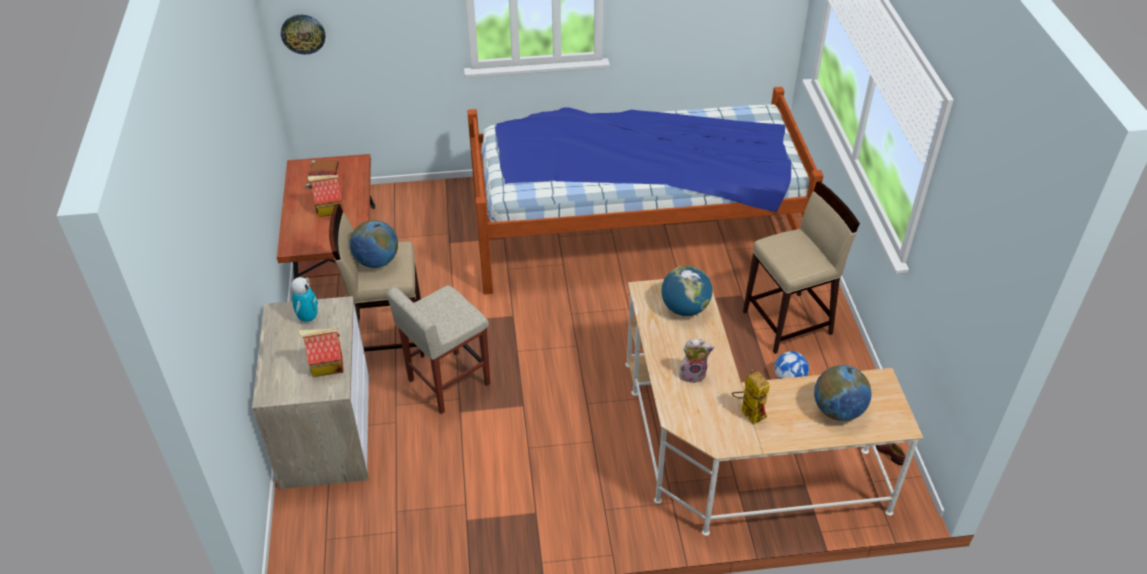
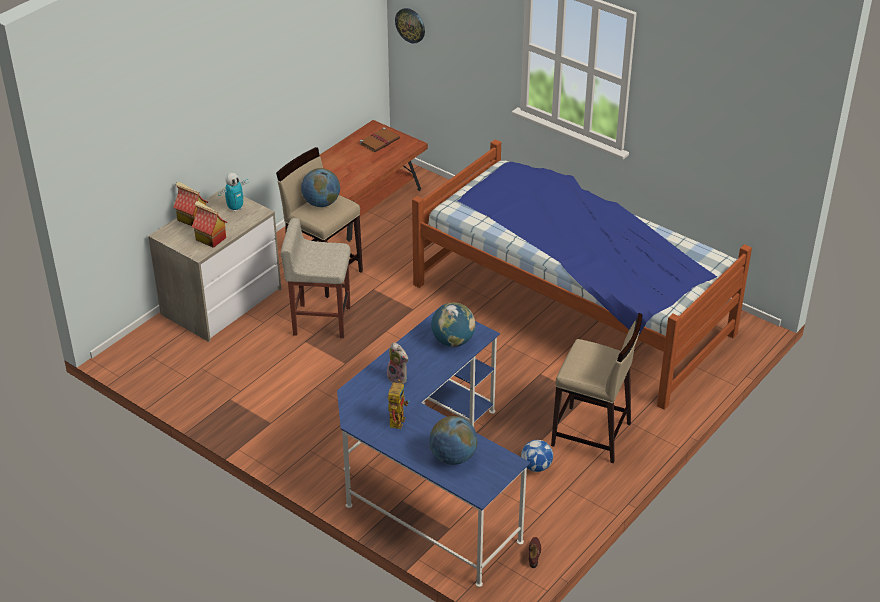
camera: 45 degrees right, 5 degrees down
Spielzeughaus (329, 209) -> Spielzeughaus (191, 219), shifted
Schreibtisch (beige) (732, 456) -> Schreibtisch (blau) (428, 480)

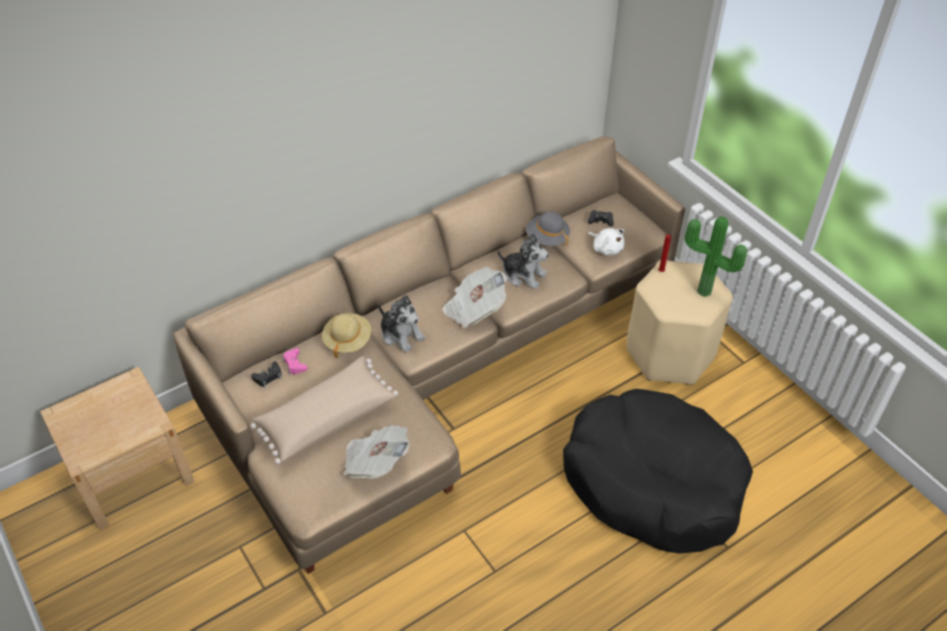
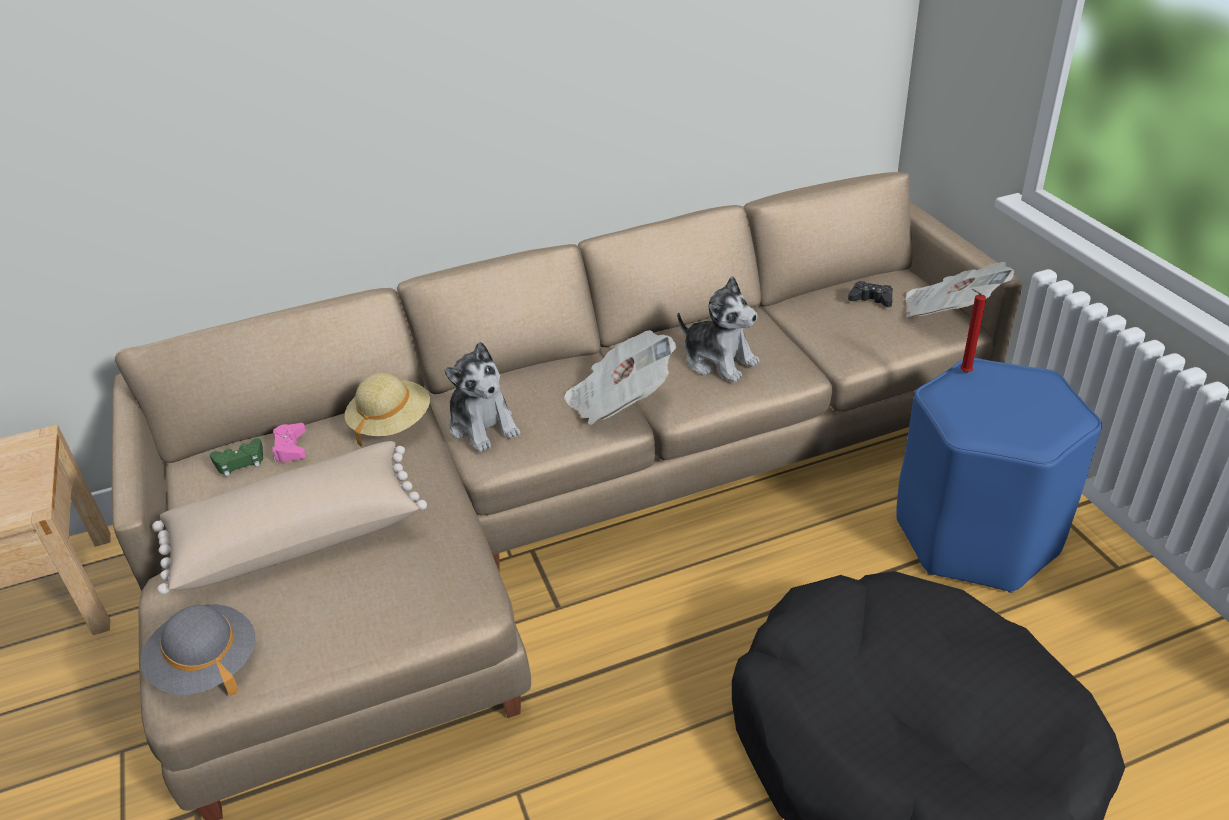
camera: 15 degrees right, 10 degrees down
Plüschtier (weiß) (606, 248) -> none
Topfpflanze (703, 293) -> none
Zeitung (375, 462) -> Zeitung (949, 312), shifted
Hut (grau) (547, 238) -> Hut (grau) (206, 666), shifted
Gamepad (schwarz) (268, 377) -> Gamepad (grün) (240, 462)
Hocker (beige) (670, 353) -> Hocker (blau) (976, 535)

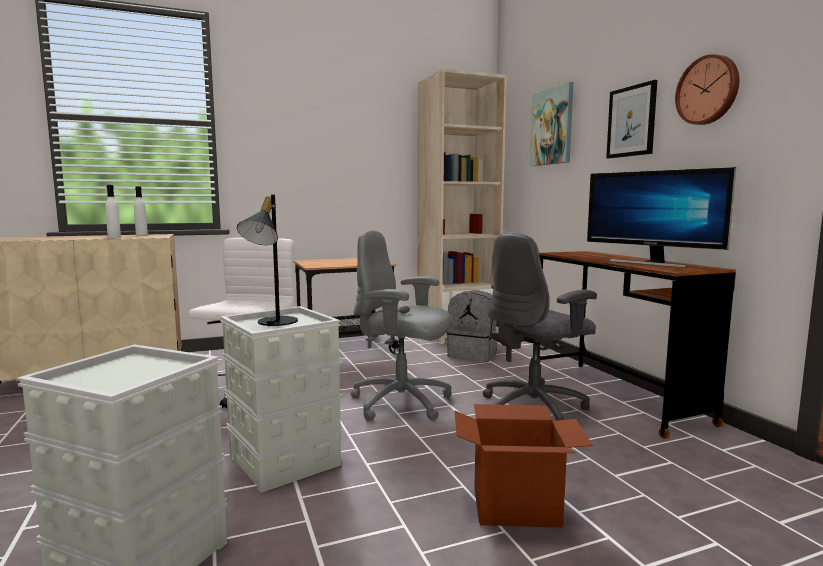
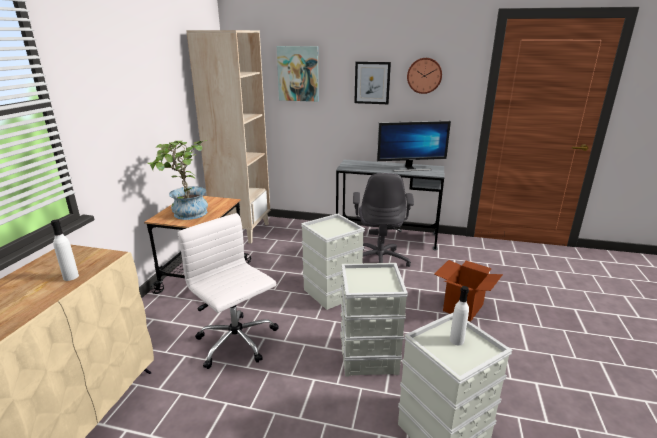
camera: 55 degrees left, 15 degrees up
Tischlampe (schwarz) (271, 323) -> none
Rucksack (grau) (473, 355) -> none
none -> Topfpflanze (187, 215)
Flasche (weiß) (141, 234) -> Flasche (weiß) (456, 340), shifted
Bürostuhl (grau) (402, 403) -> Aufbewahrungsbox (grau) (331, 292)
Schreibtisch (braun) (615, 396) -> Schreibtisch (grau) (386, 237)

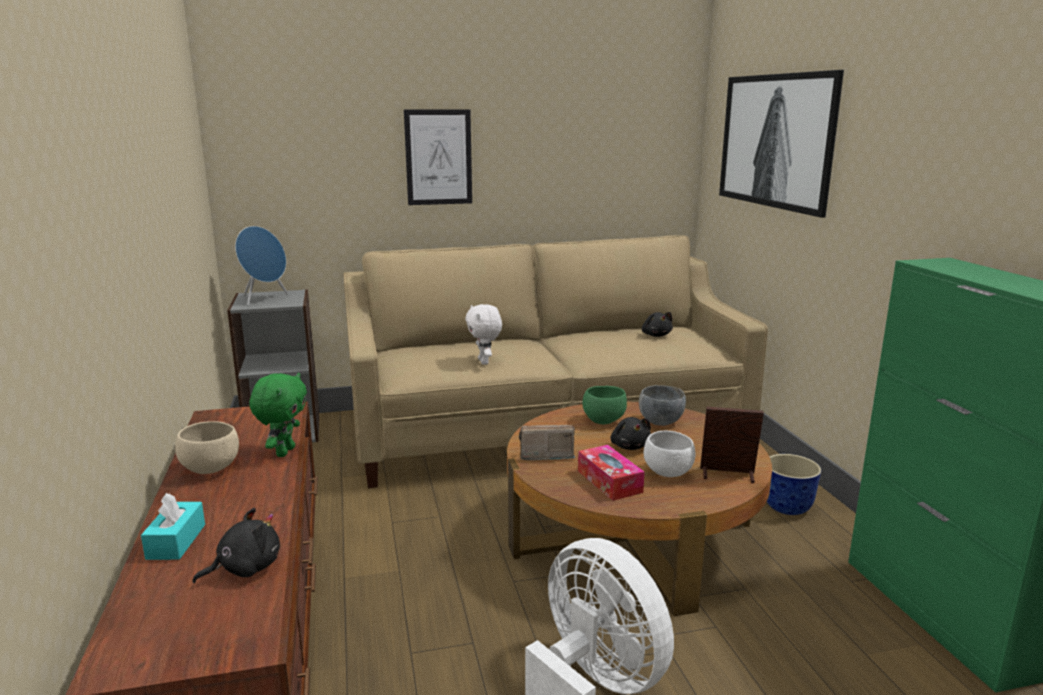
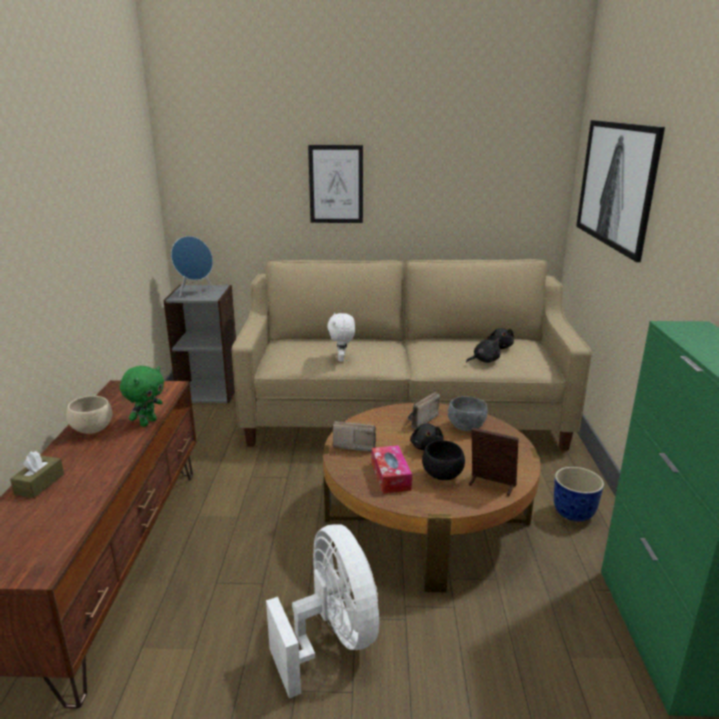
camera: 15 degrees right, 5 degrees up
Plüschtier (schwarz) (245, 568) -> Plüschtier (schwarz) (484, 360), shifted
Schüssel (grün) (603, 420) -> Radio (419, 420)
Taschentuchbox (türkis) (176, 541) -> Taschentuchbox (braun) (39, 484)
Schüssel (weiß) (669, 473) -> Schüssel (schwarz) (443, 476)

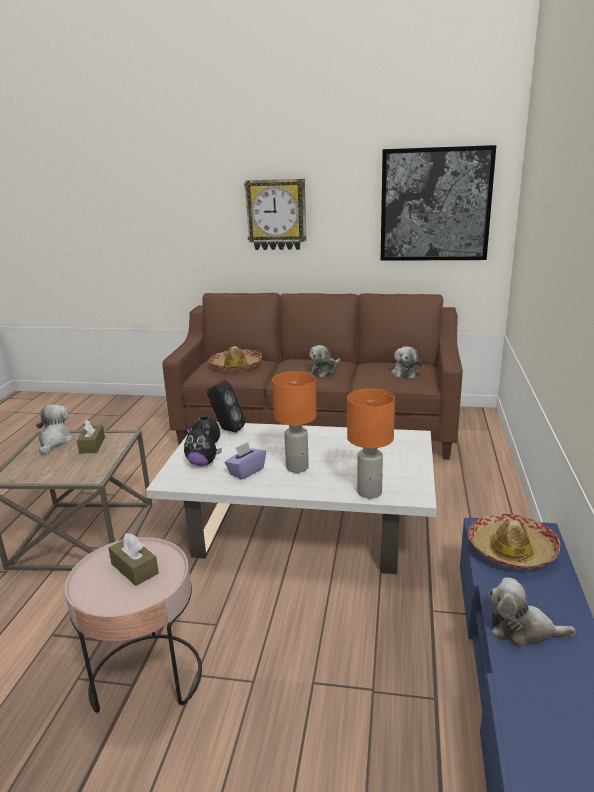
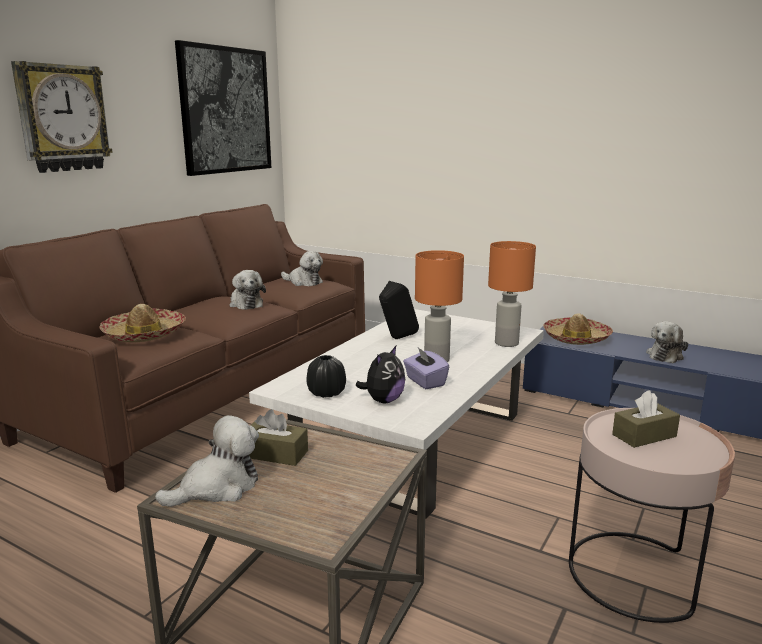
camera: 70 degrees left, 5 degrees down
Lautsprecher (schwarz) (226, 430) -> Lautsprecher (schwarz) (396, 339), shifted
Plüschtier (55, 442) -> Plüschtier (217, 487), 120 degrees clockwise

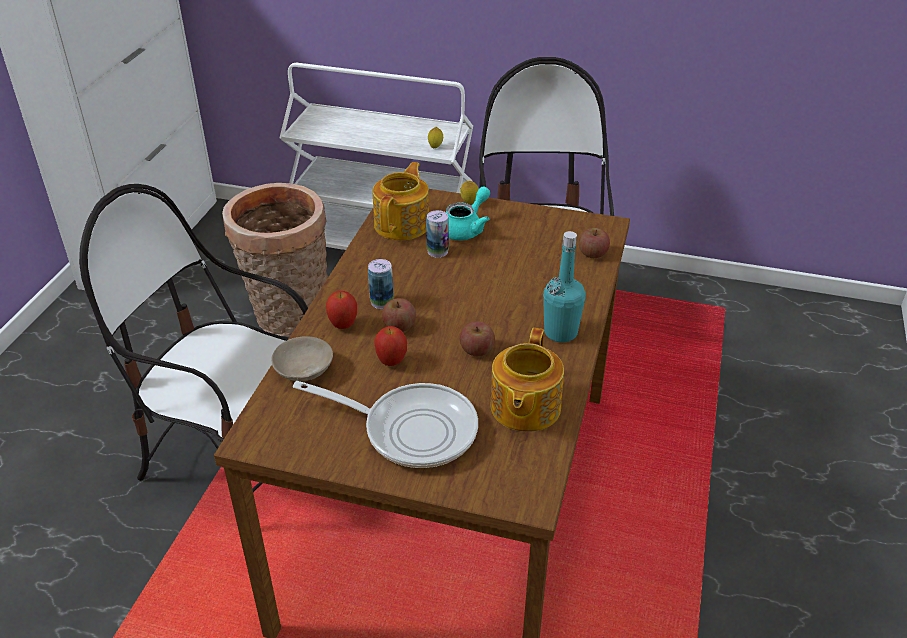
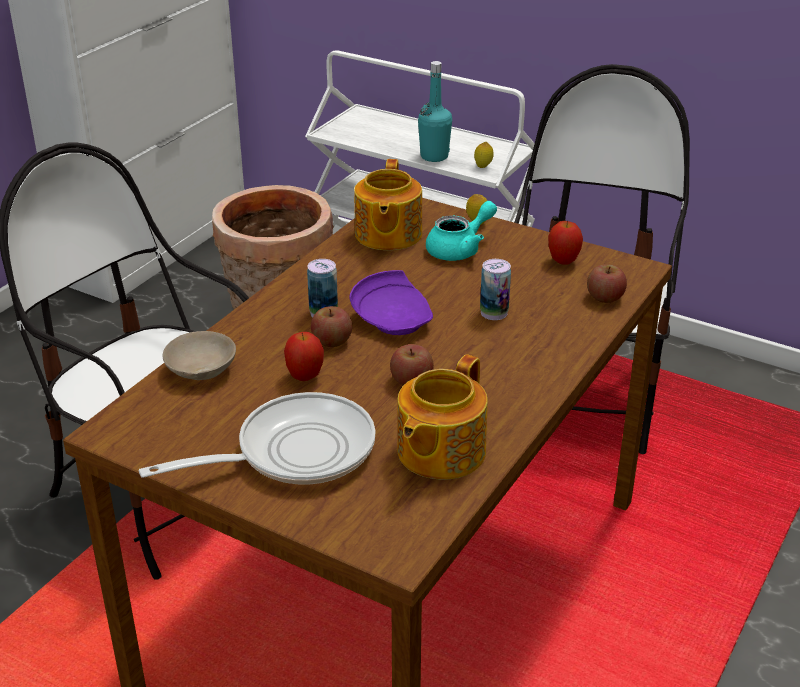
camera: 15 degrees right, 5 degrees down
none -> Teller (lila) (394, 319)
Apfel (343, 325) -> Apfel (563, 262), shifted
Dose (437, 251) -> Dose (494, 313), shifted
Flasche (türkis) (560, 332) -> Flasche (türkis) (434, 156), shifted
Pfanne (411, 429) -> Pfanne (294, 452), 60 degrees counterclockwise
Teekanne (403, 224) -> Teekanne (387, 235), 150 degrees clockwise

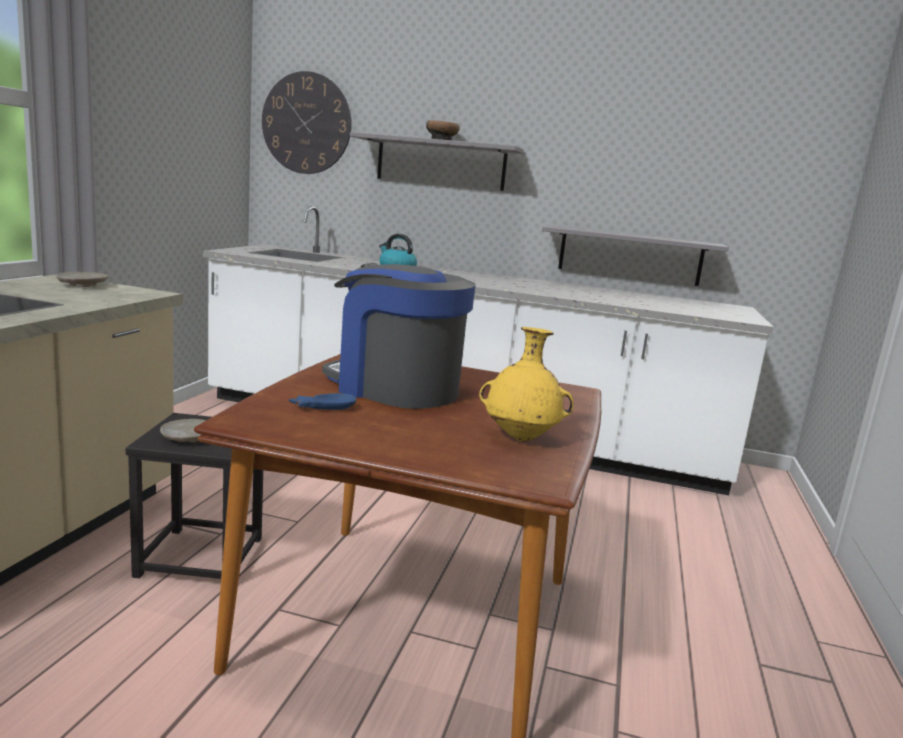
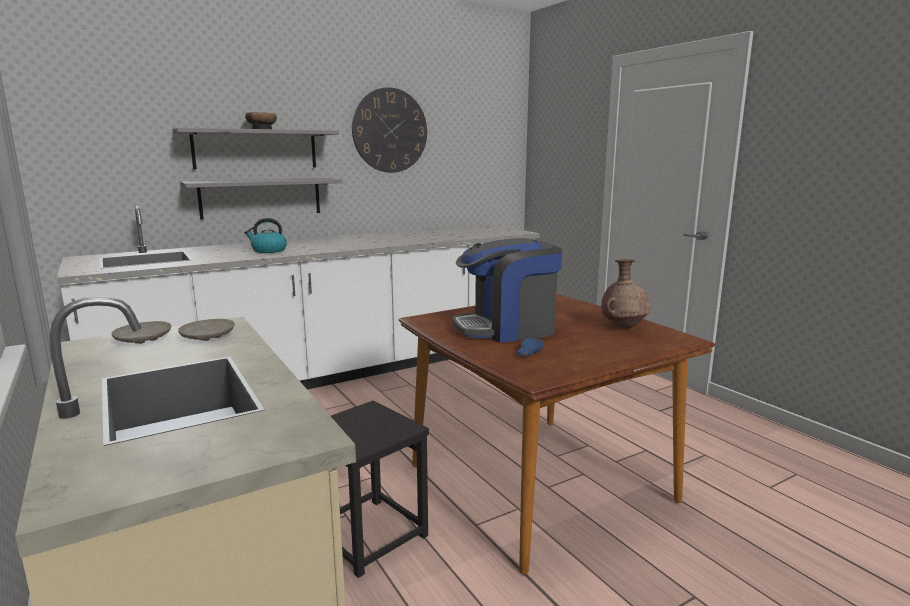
camera: 45 degrees left, 0 degrees up
Teller (beige) (188, 438) -> Teller (beige) (207, 337), shifted
Wanduhr (306, 123) -> Wanduhr (390, 130), shifted
Wandregal (grau) (630, 255) -> Wandregal (grau) (261, 197), shifted
Vase (gelb) (522, 438) -> Vase (braun) (624, 327)

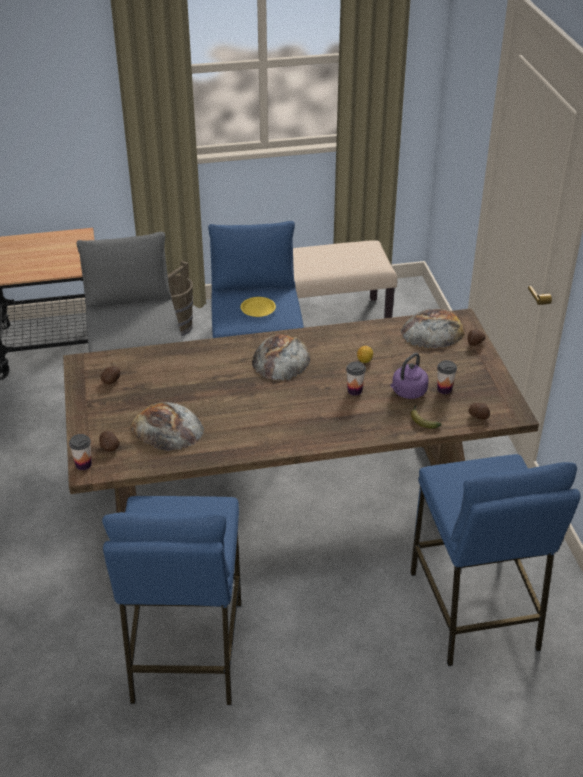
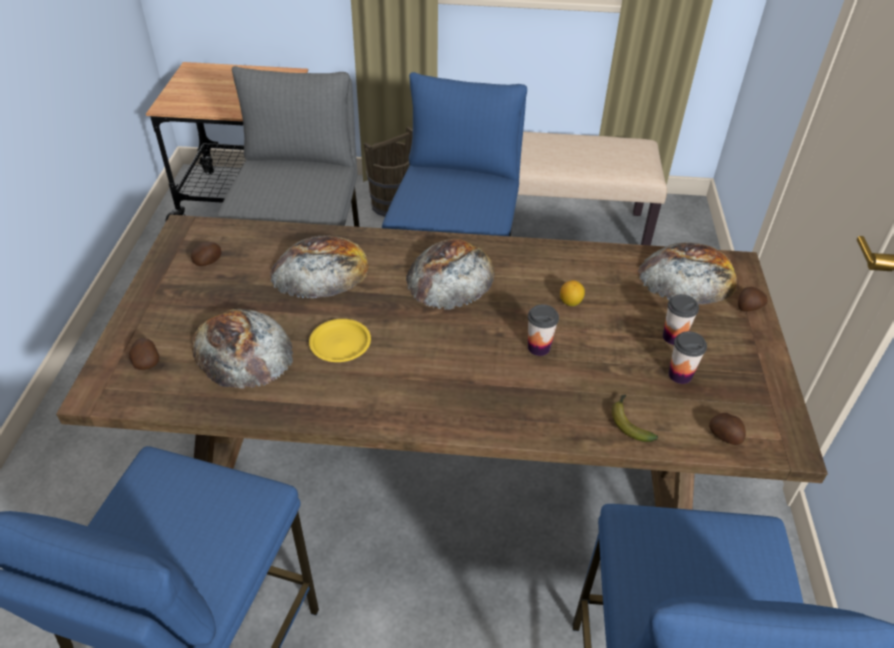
camera: 15 degrees right, 5 degrees up
Wasserkessel (lila) (407, 392) -> none
none -> Brot (320, 269)
Tasse (83, 464) -> Tasse (673, 337), shifted
Teller (gelb) (258, 309) -> Teller (gelb) (340, 343), shifted

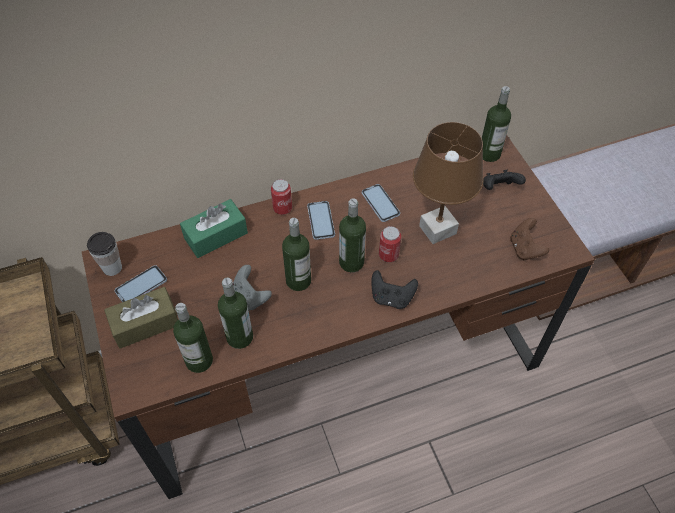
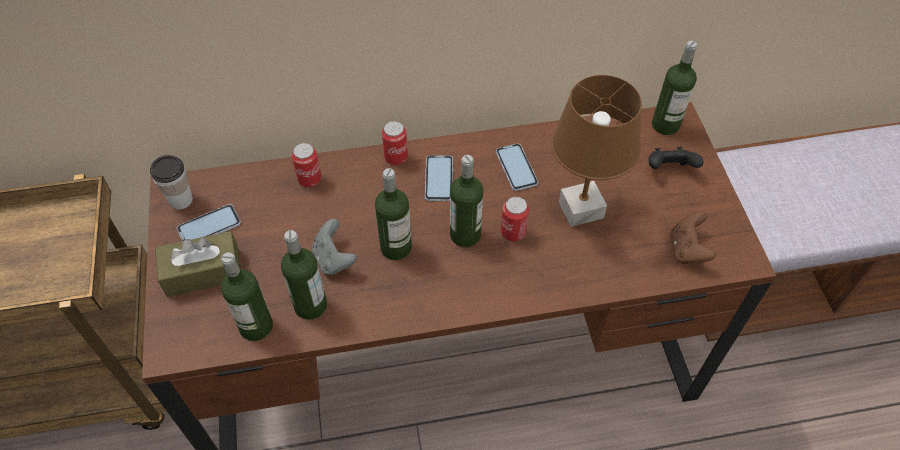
camera: 10 degrees right, 0 degrees up
Gamepad (schwarz) (391, 298) -> none
Taschentuchbox (grün) (216, 235) -> Dose (309, 179)

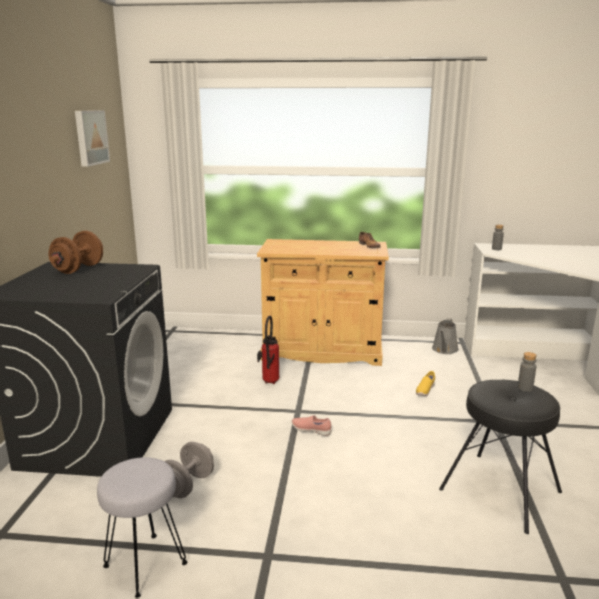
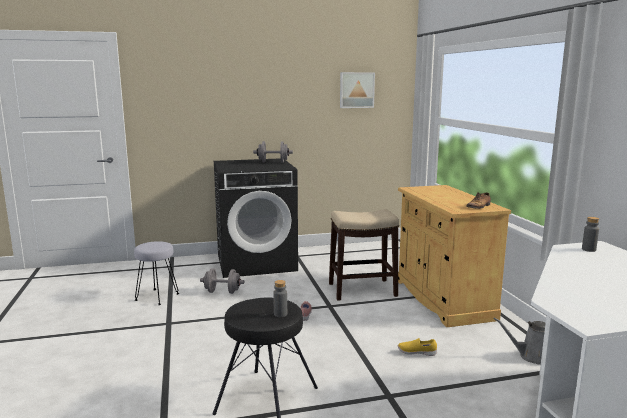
camera: 70 degrees right, 5 degrees down
Feuerlöscher (269, 382) -> Hocker (363, 289)
Hantel (braun) (78, 269) -> Hantel (grau) (273, 162)

